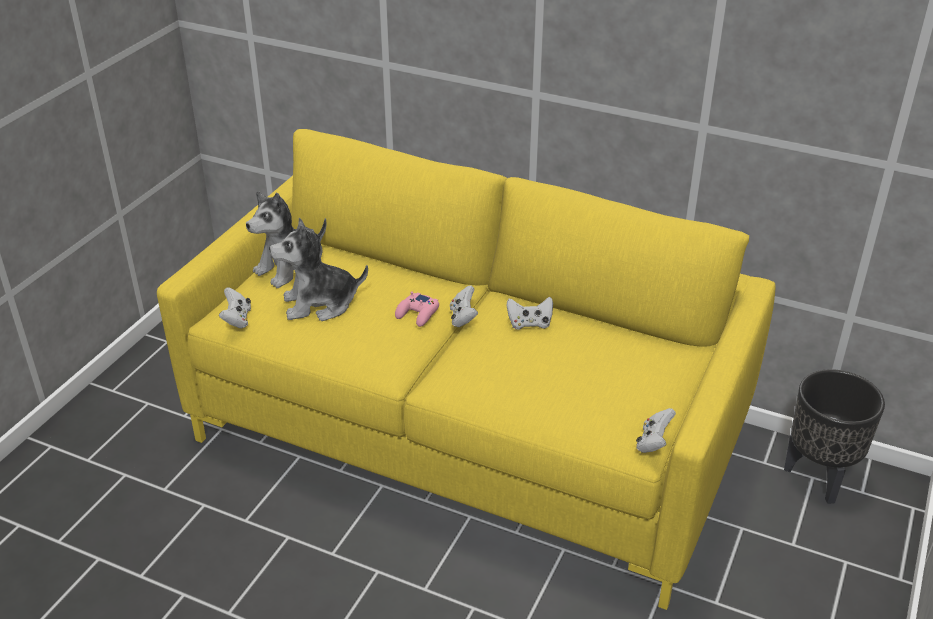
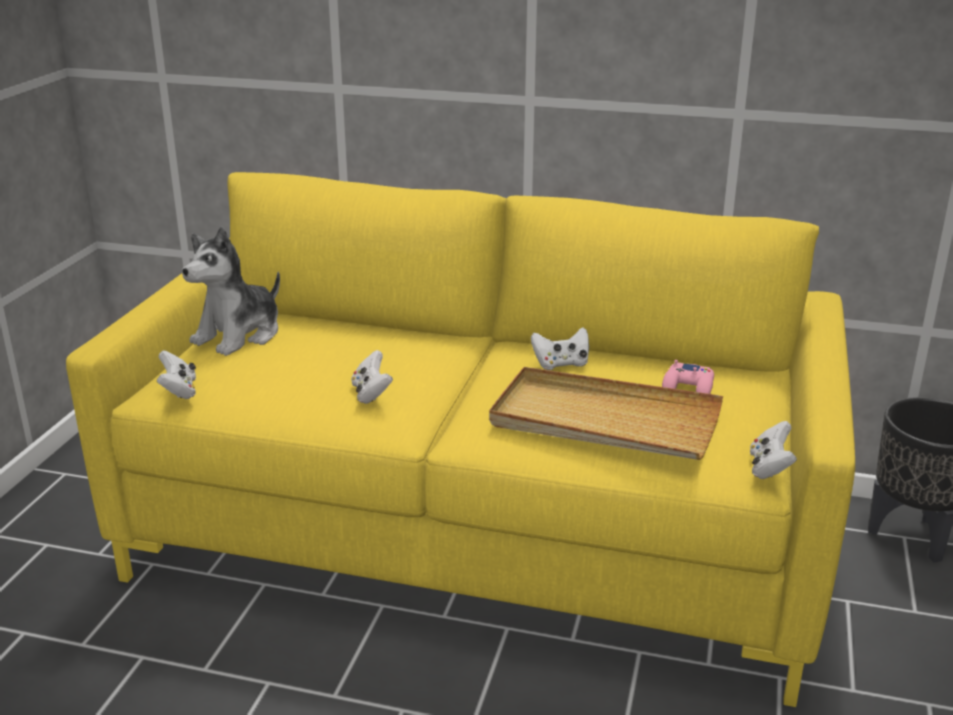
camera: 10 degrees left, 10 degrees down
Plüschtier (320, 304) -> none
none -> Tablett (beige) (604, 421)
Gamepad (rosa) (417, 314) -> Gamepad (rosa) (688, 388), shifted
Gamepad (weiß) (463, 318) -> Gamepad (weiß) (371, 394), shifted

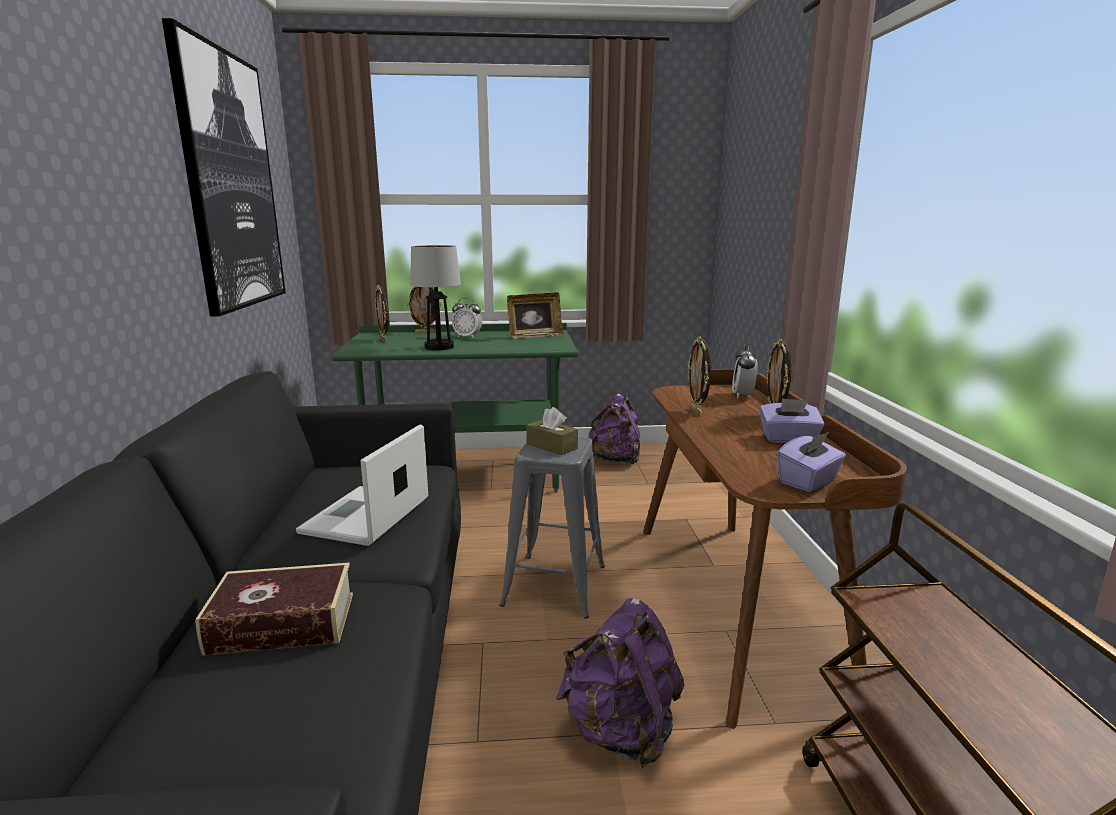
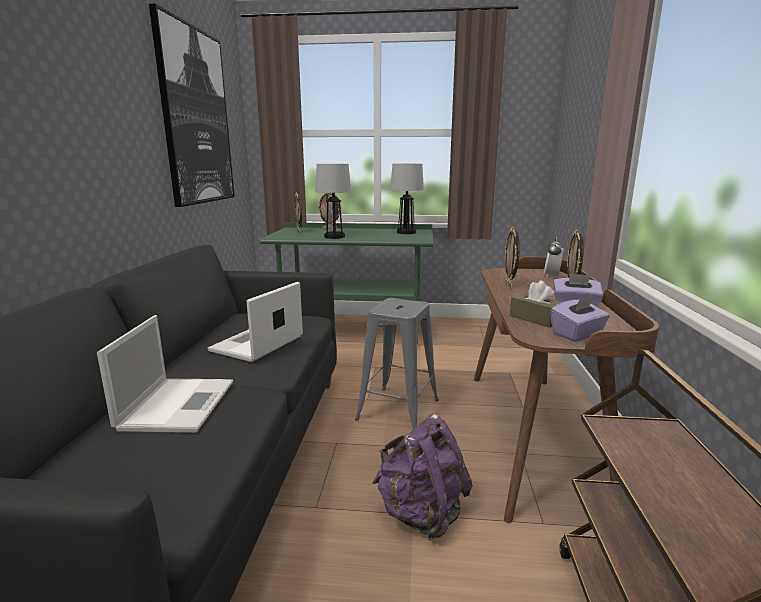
camera: 10 degrees right, 0 degrees up
Wecker (467, 337) -> none
Rucksack (lila) (615, 460) -> none
Taschentuchbox (braun) (551, 446) -> Taschentuchbox (braun) (535, 319), shifted
Buch (282, 623) -> Laptop (178, 403)
Bilderrahmen (535, 336) -> Tischlampe (406, 232)

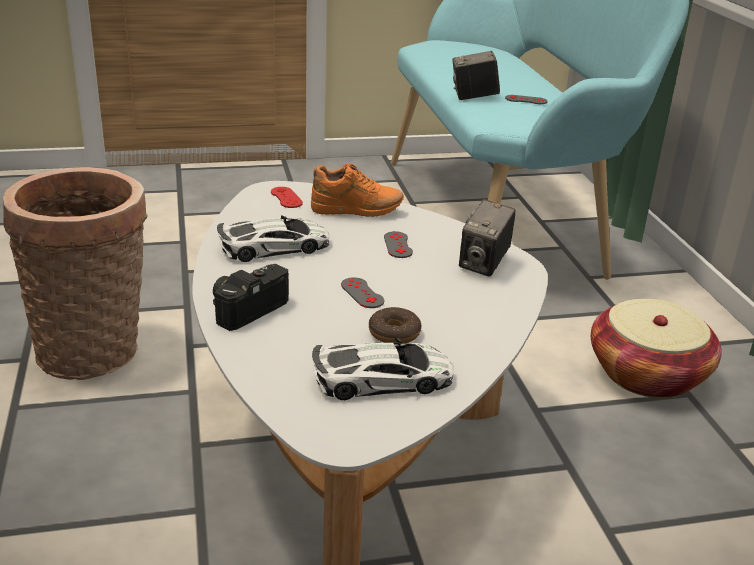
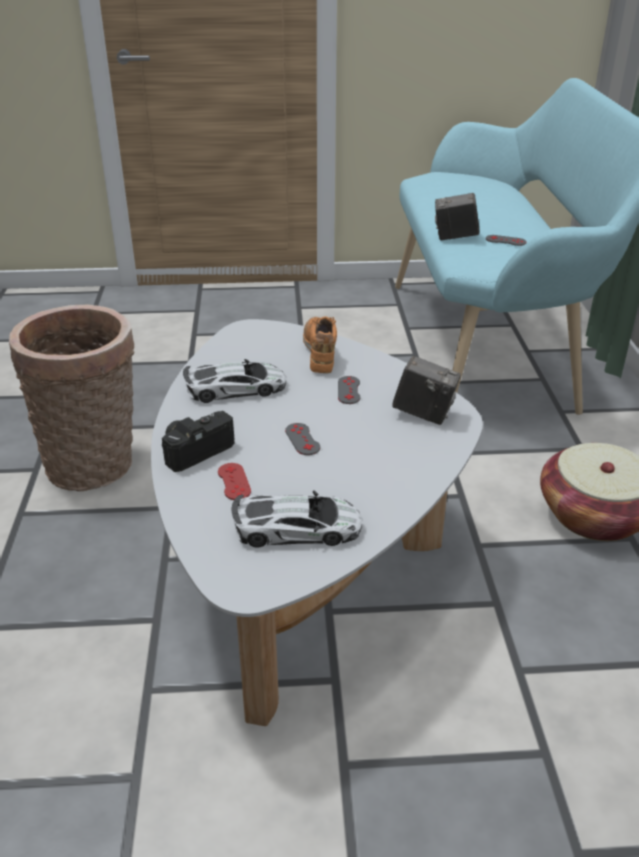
camera: 10 degrees right, 5 degrees up
Donut (394, 333) -> none
Gamepad (rot) (286, 197) -> Gamepad (rot) (234, 481), shifted
Schuh (orange) (356, 212) -> Schuh (orange) (320, 354), 105 degrees counterclockwise
Kamera (484, 264) -> Kamera (424, 414), 105 degrees counterclockwise

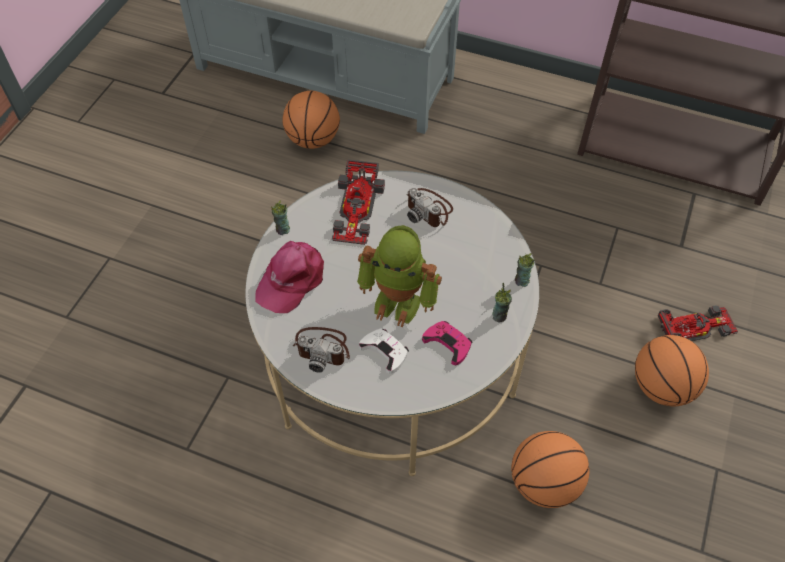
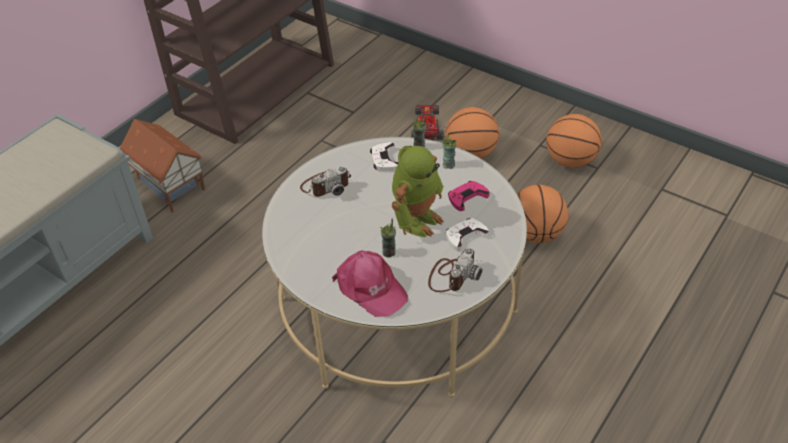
camera: 75 degrees left, 10 degrees down
Spielzeugauto (356, 209) -> none
none -> Spielzeughaus (169, 186)
none -> Gamepad (weiß) (384, 160)
Tasse (282, 230) -> Tasse (389, 252), shifted
Basketball (313, 140) -> Basketball (570, 161), shifted

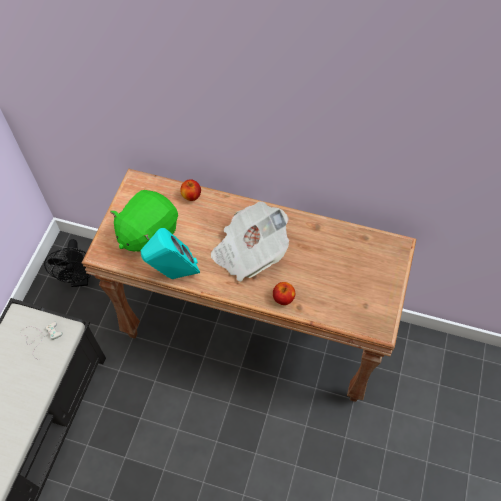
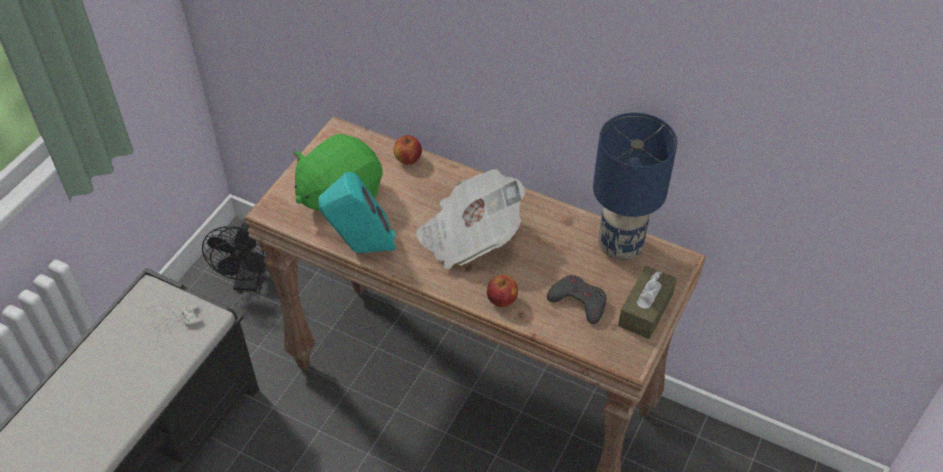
camera: 10 degrees right, 10 degrees down
none -> Gamepad (grau) (578, 301)
none -> Tischlampe (blau) (621, 246)
none -> Taschentuchbox (braun) (645, 310)

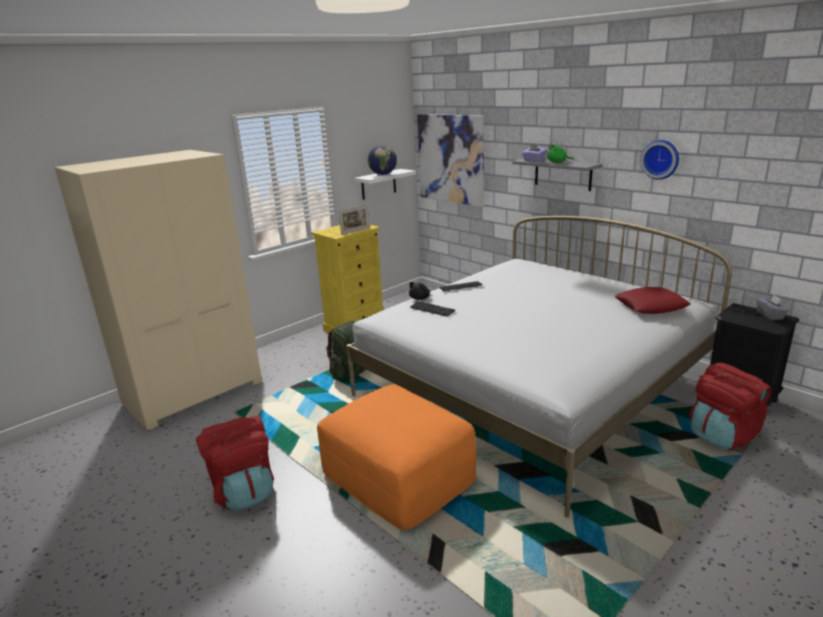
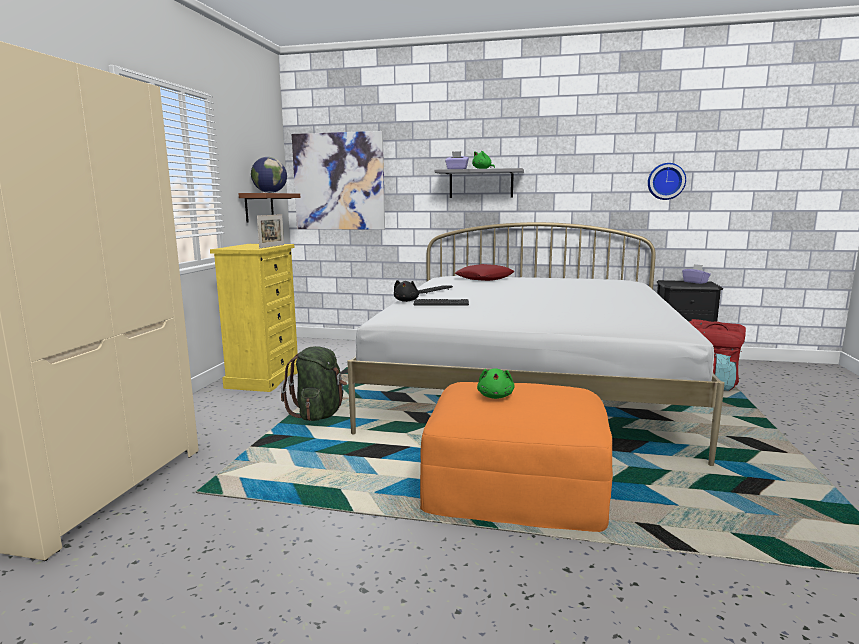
camera: 35 degrees left, 10 degrees down
Rucksack (rot) (243, 491) -> none
none -> Plüschtier (grün) (495, 396)
Kissen (rot) (651, 306) -> Kissen (rot) (484, 278), shifted
Wanduhr (661, 159) -> Wanduhr (666, 181), shifted
Wandregal (weiß) (378, 184) -> Wandregal (braun) (259, 207)
Taschentuchbox (grau) (770, 316) -> Taschentuchbox (lila) (695, 282)

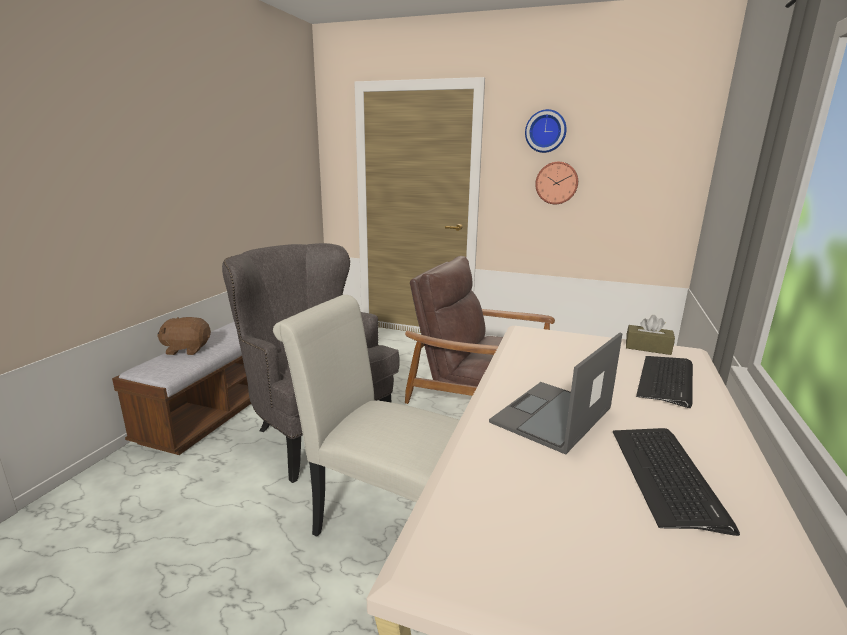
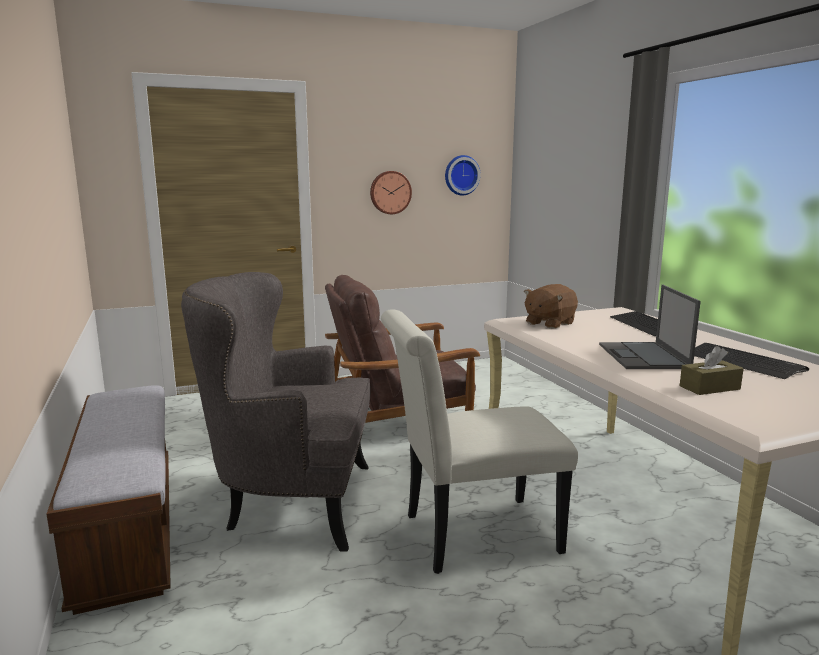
camera: 40 degrees left, 5 degrees down
Plüschtier (braun) (187, 349) -> Plüschtier (braun) (549, 323), shifted
Wanduhr (545, 131) -> Wanduhr (461, 175), shifted
Taschentuchbox (braun) (647, 347) -> Taschentuchbox (braun) (709, 387), shifted

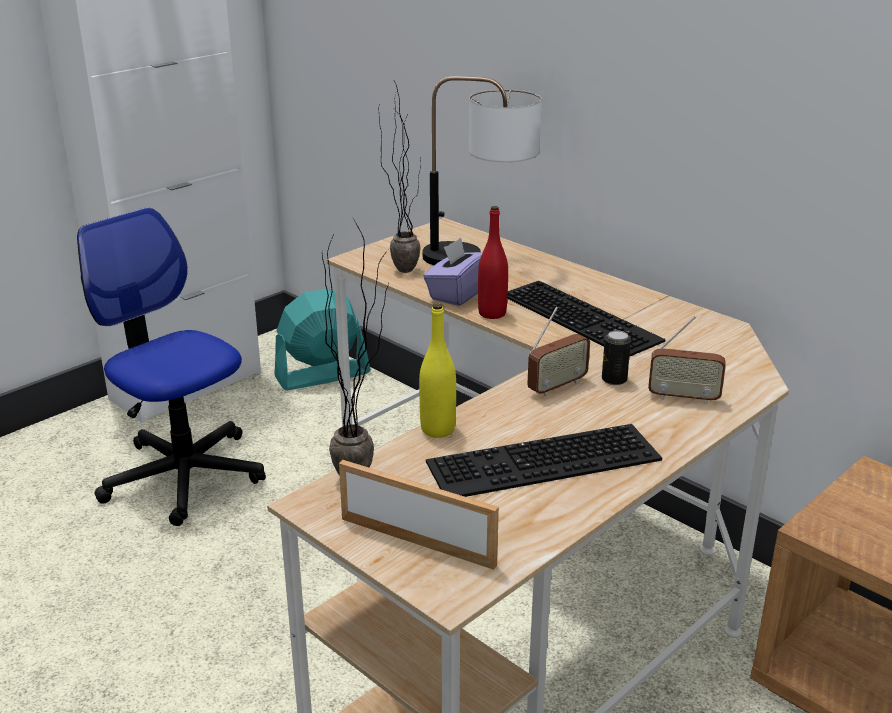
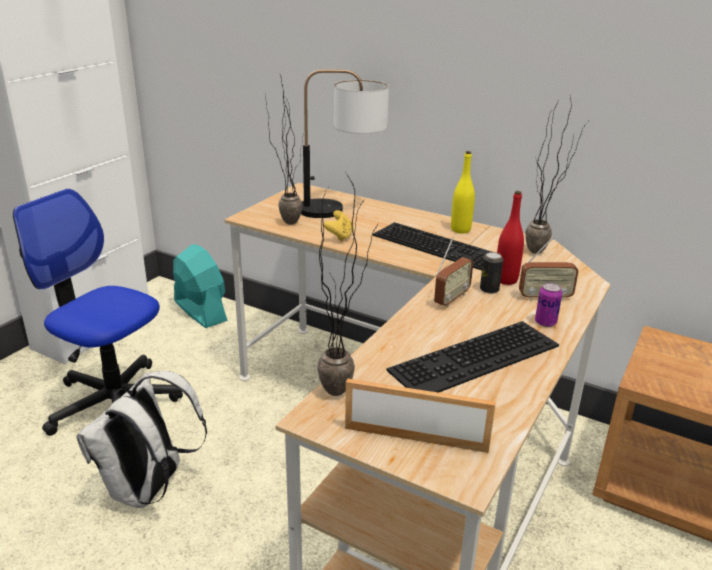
camera: 15 degrees left, 0 degrees up
none -> Rucksack (weiß) (149, 490)
none -> Topfpflanze (543, 254)
none -> Dose (545, 322)
Flasche (gelb) (437, 429) -> Flasche (gelb) (460, 230), shifted
Flasche (rot) (492, 313) -> Flasche (rot) (506, 280), shifted
Taschentuchbox (lila) (458, 293) -> Gamepad (gelb) (339, 236)
Ventilator (türkis) (322, 375) -> Ventilator (türkis) (200, 311), 90 degrees clockwise

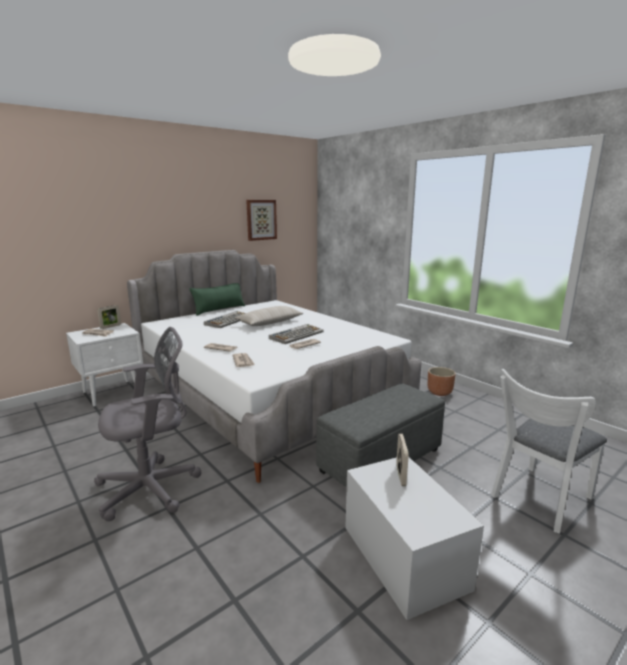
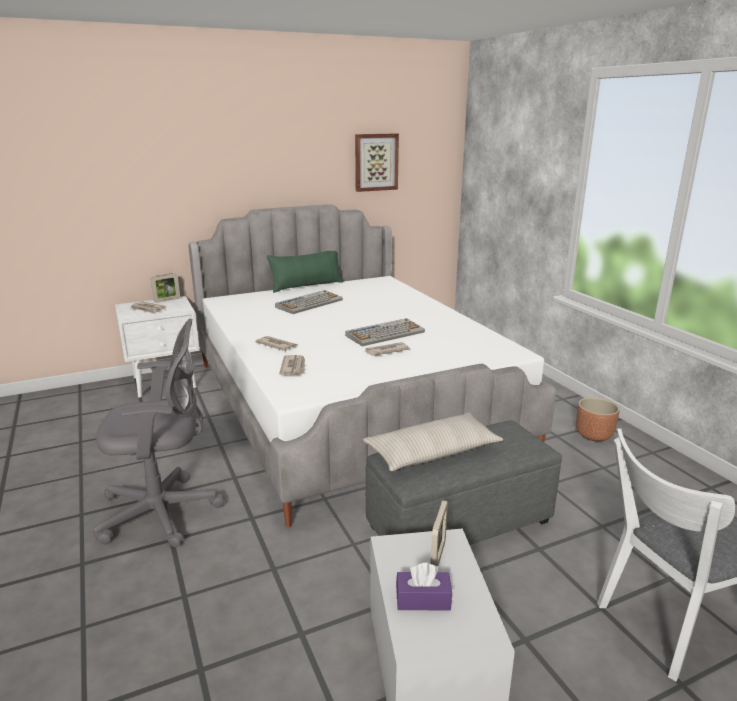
camera: 15 degrees right, 5 degrees up
none -> Taschentuchbox (lila) (423, 599)
Kissen (beige) (269, 322) -> Kissen (beige) (432, 452), shifted

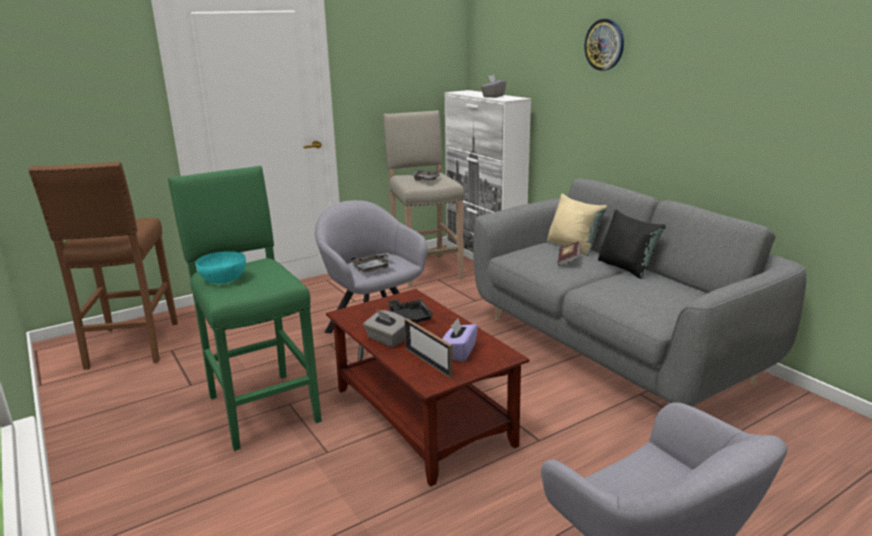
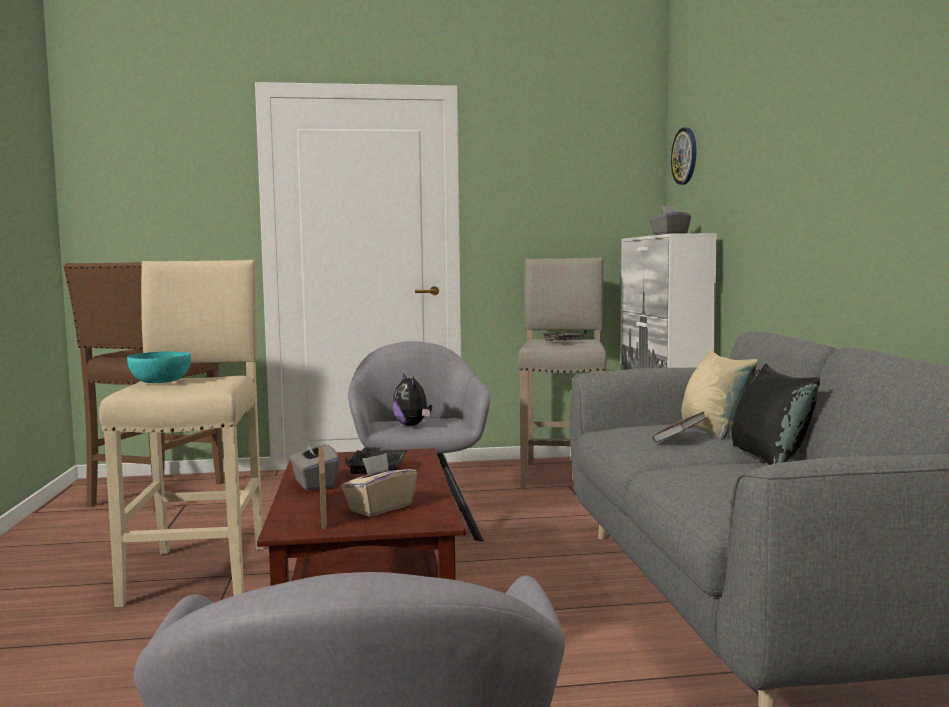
camera: 25 degrees right, 15 degrees down
Wanduhr (604, 44) -> Wanduhr (685, 156), shifted
Tablett (grau) (373, 268) -> Plüschtier (412, 425)
Hocker (grün) (262, 407) -> Hocker (beige) (199, 572)
Taschentuchbox (lila) (459, 352) -> Taschentuchbox (beige) (379, 508)

